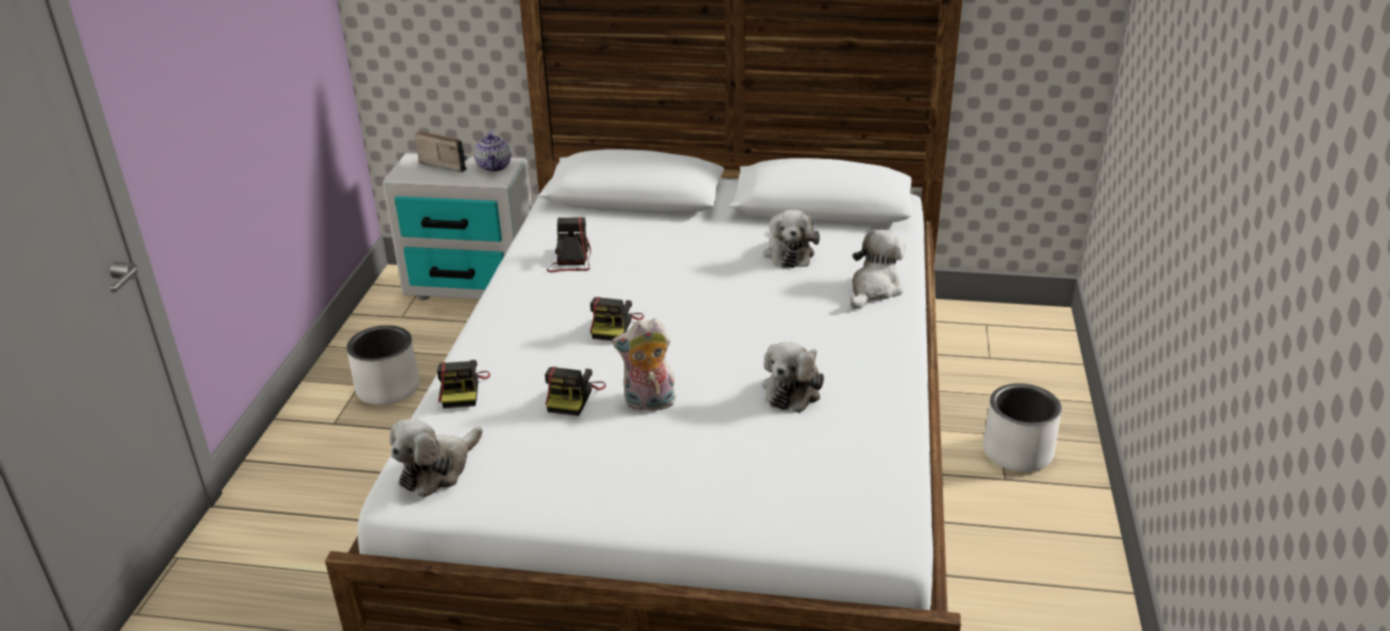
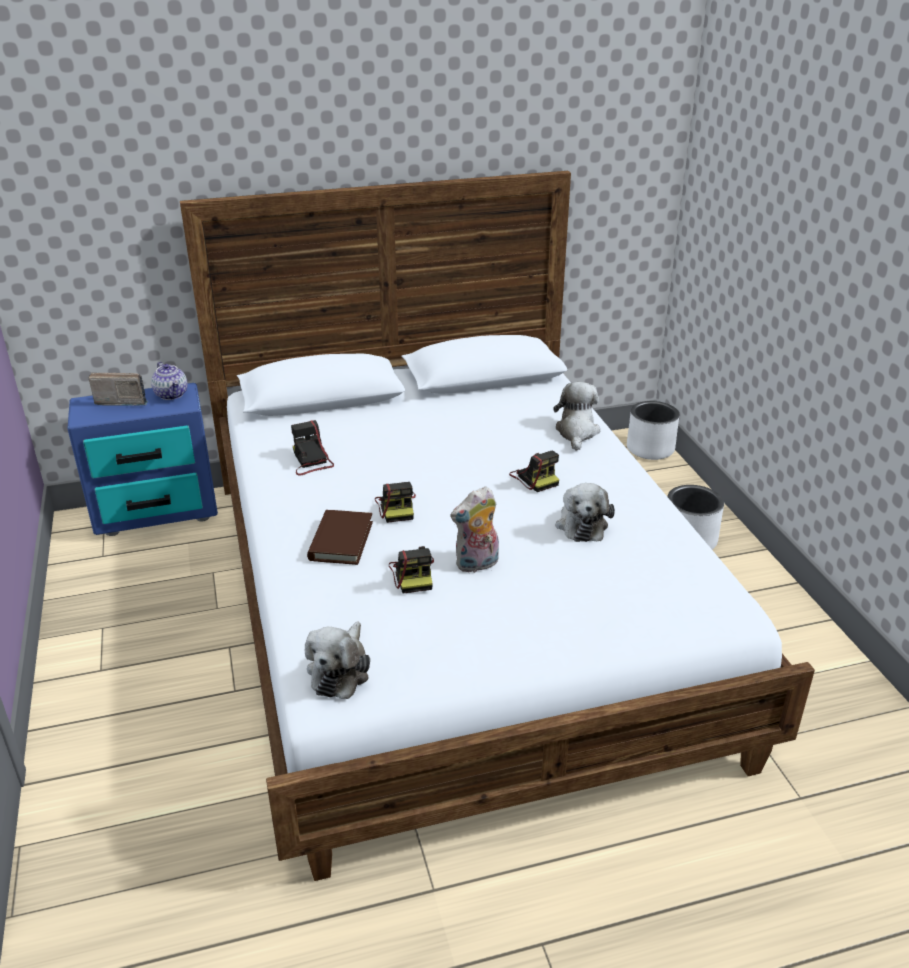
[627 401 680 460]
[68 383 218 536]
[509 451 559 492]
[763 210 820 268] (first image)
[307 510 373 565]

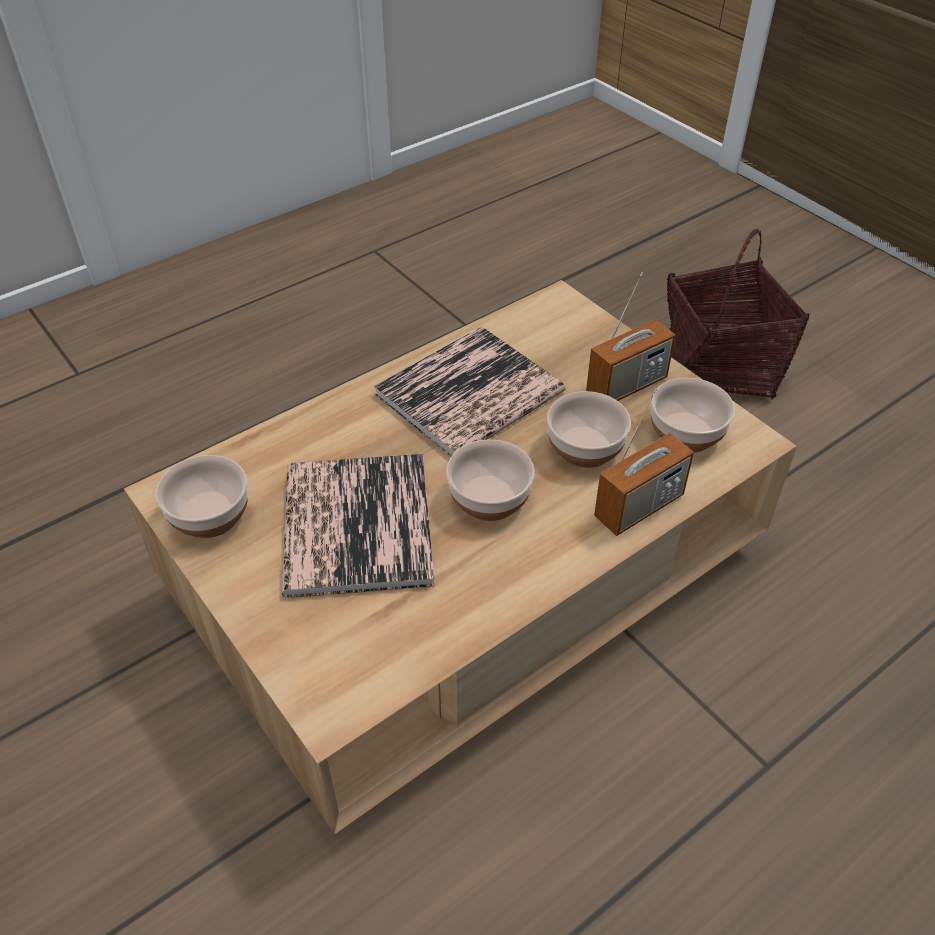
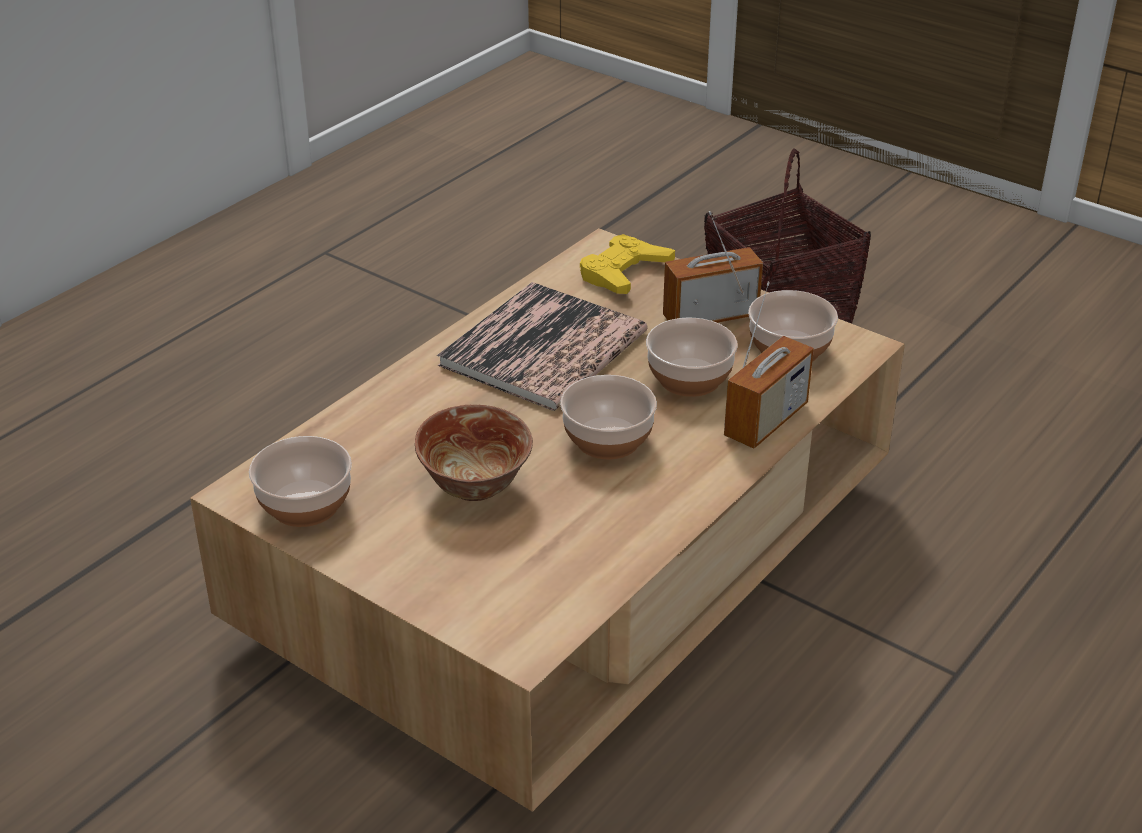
[415 405 533 501]
[663 211 763 323]
[580 234 675 294]

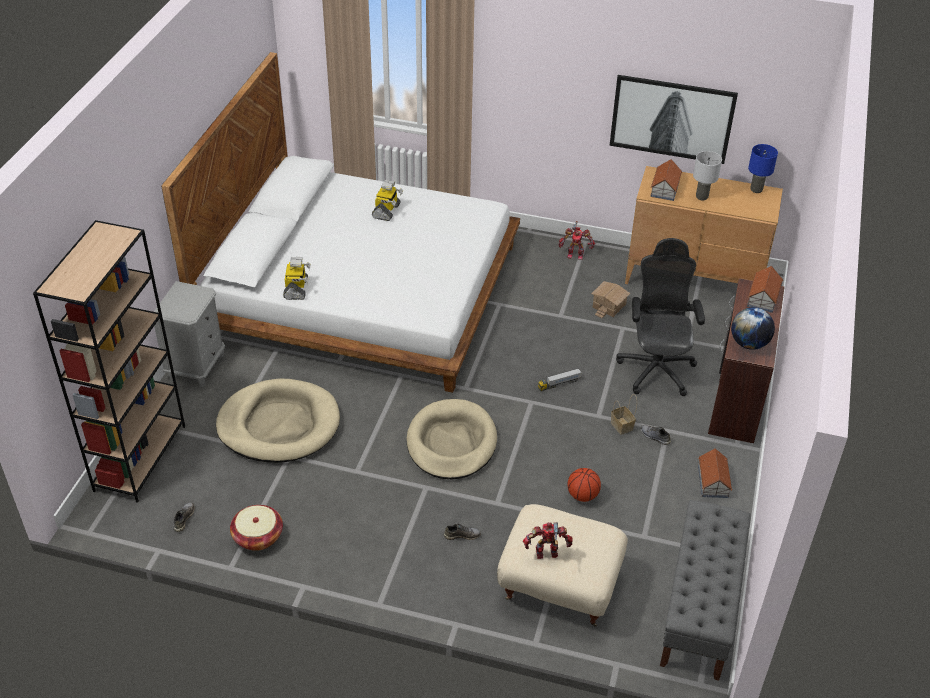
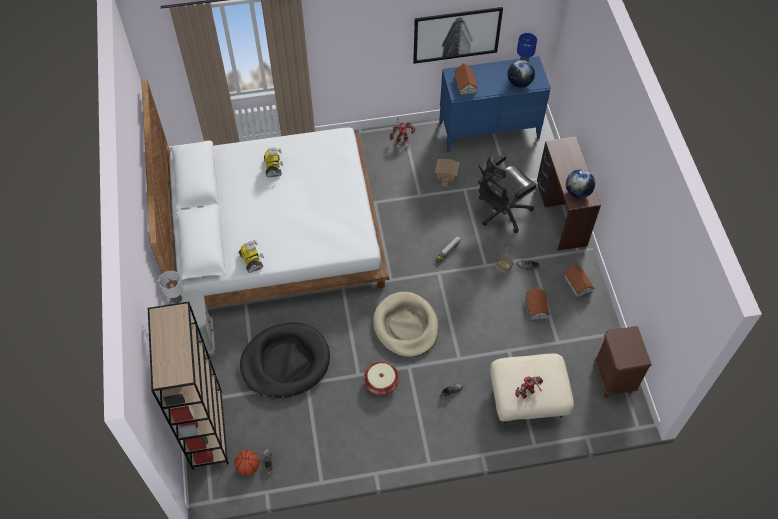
[240 323 330 398]
[364 362 399 395]
[234 450 259 476]
[478 155 537 233]
[439 56 551 152]
[594 326 652 398]
[159 271 184 303]
[525 287 550 321]
[508 60 535 88]

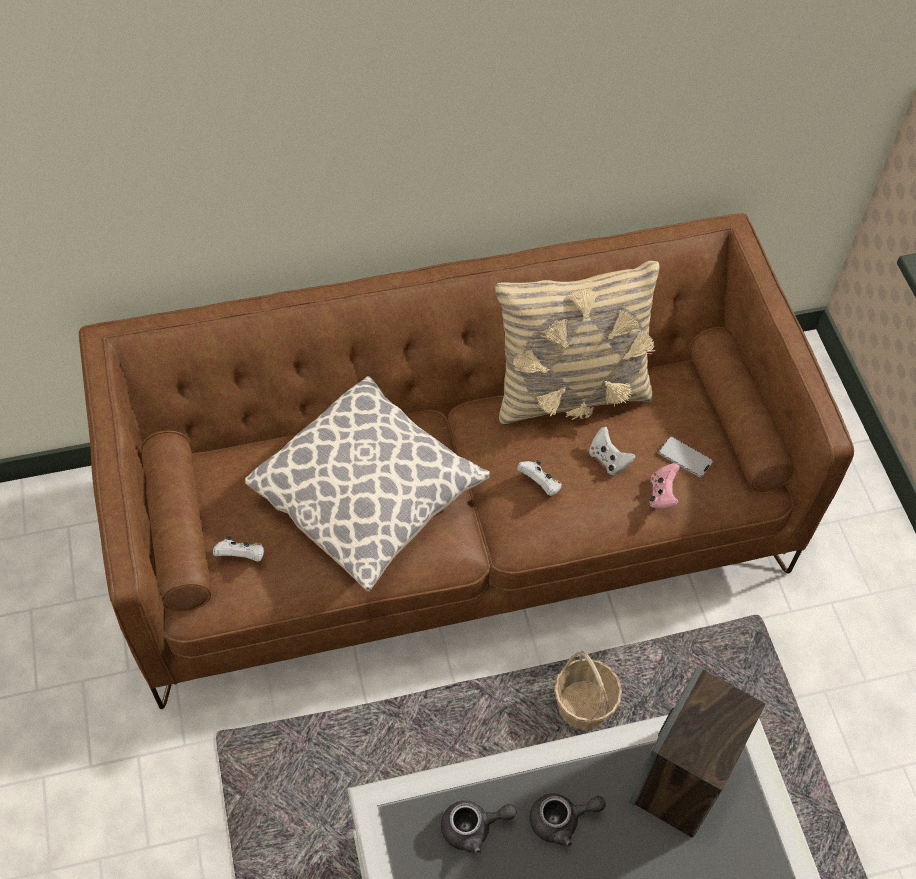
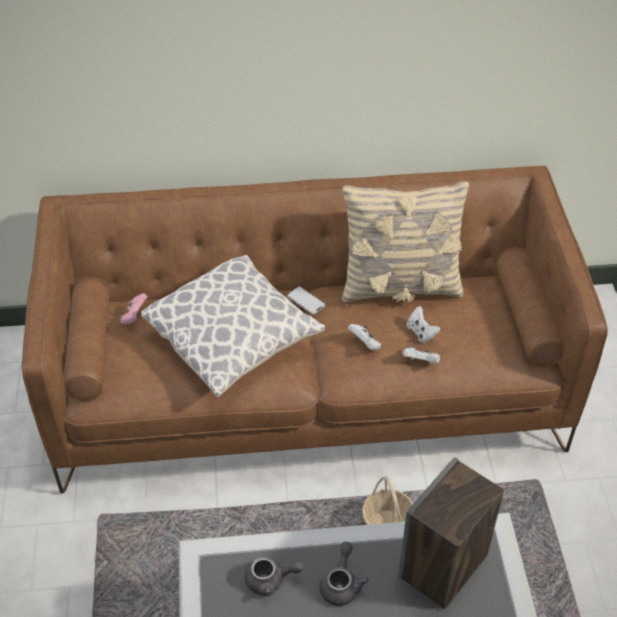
[403 345 440 364]
[319 542 369 606]
[119 293 147 325]
[287 286 325 315]

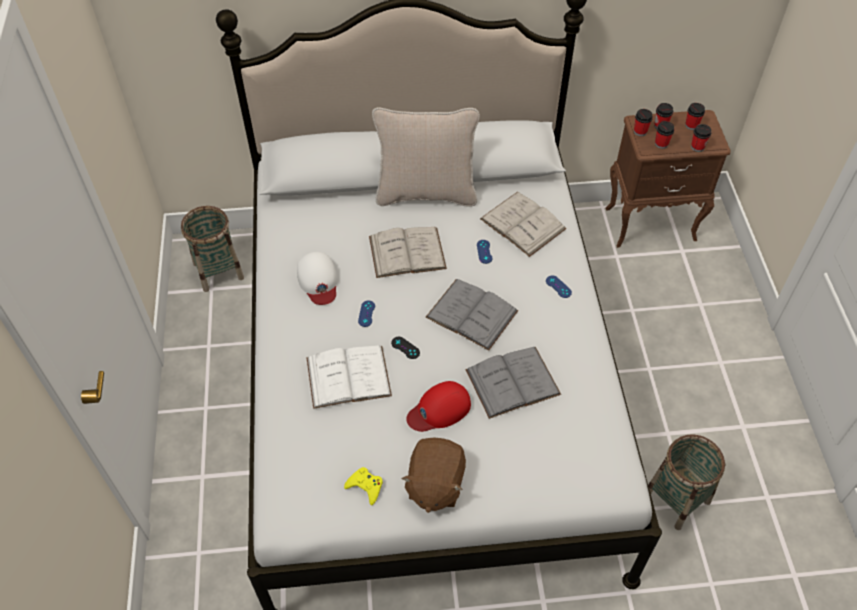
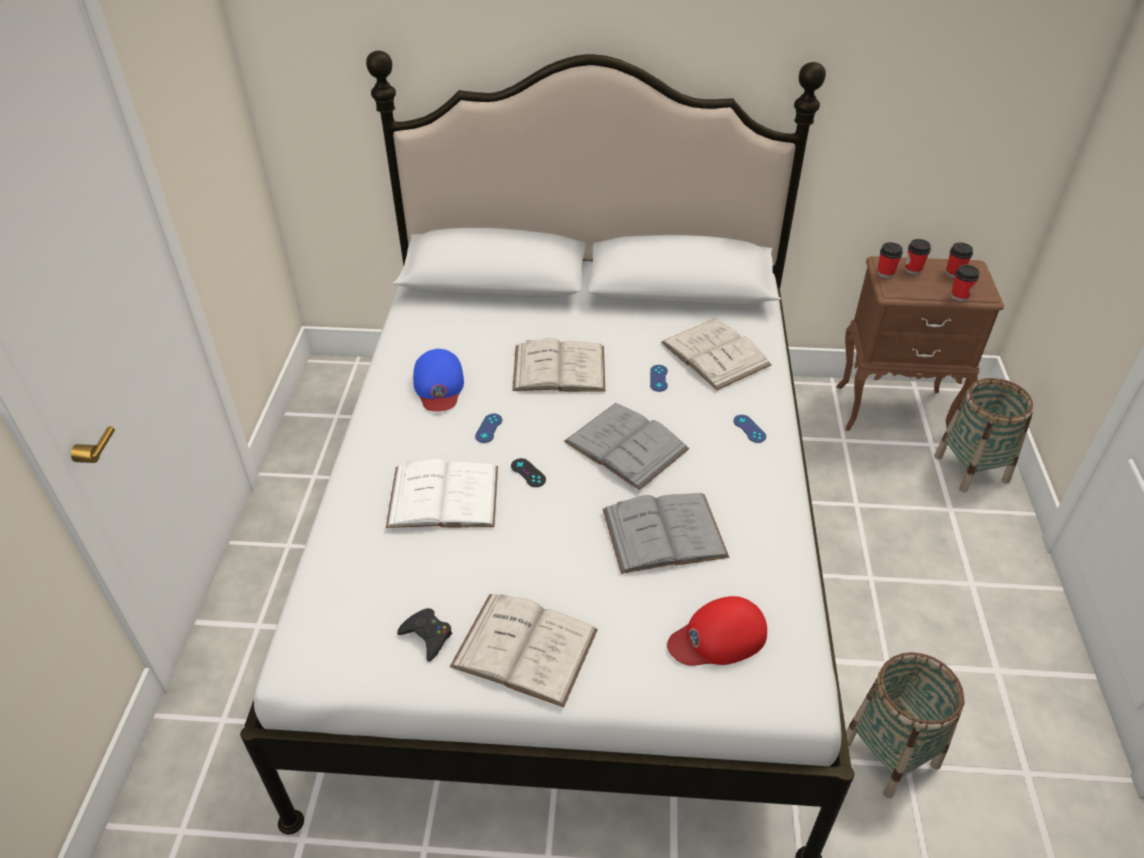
[934 378 1033 492]
[413 349 464 412]
[397 608 452 662]
[372 107 480 207] (first image)
[450 594 598 707]
[667 596 767 666]
[655 121 674 149] (first image)

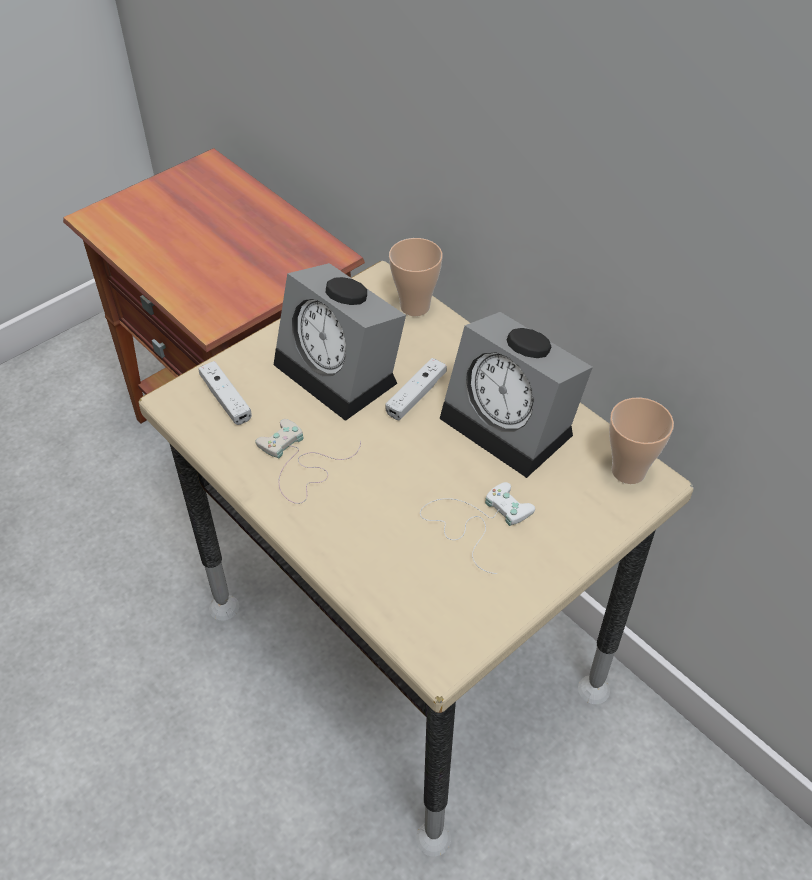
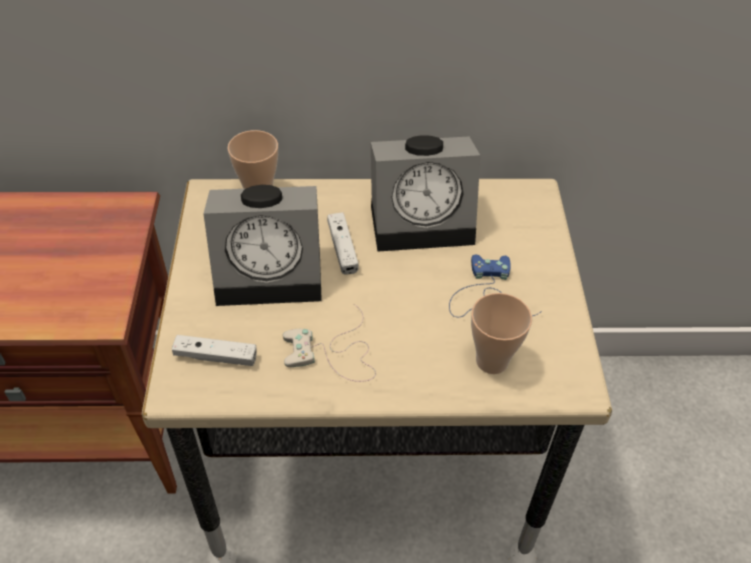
[449 255 542 317]
[471 293 532 374]

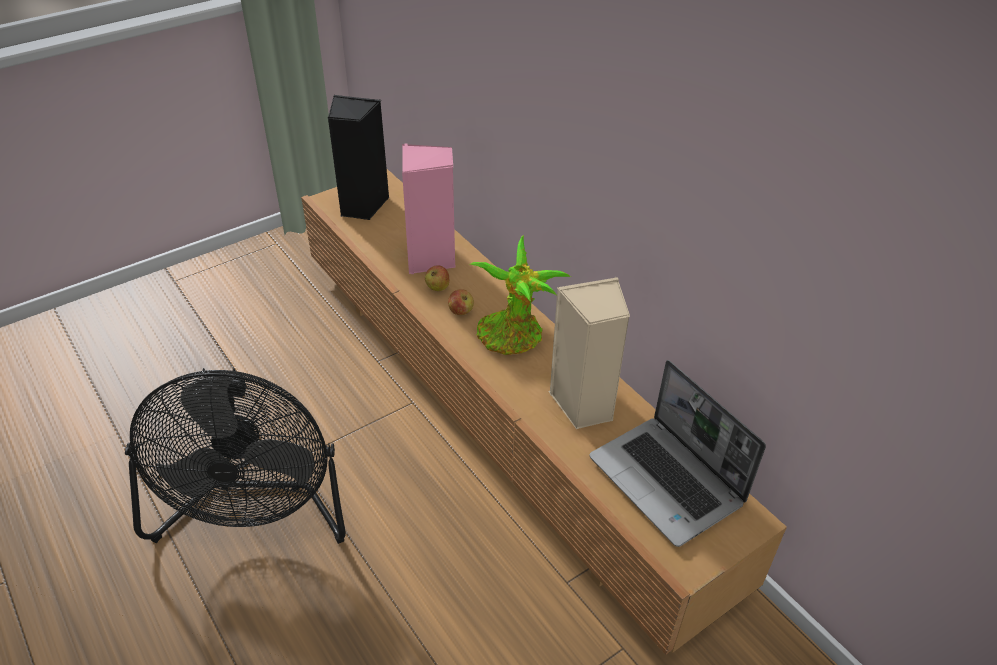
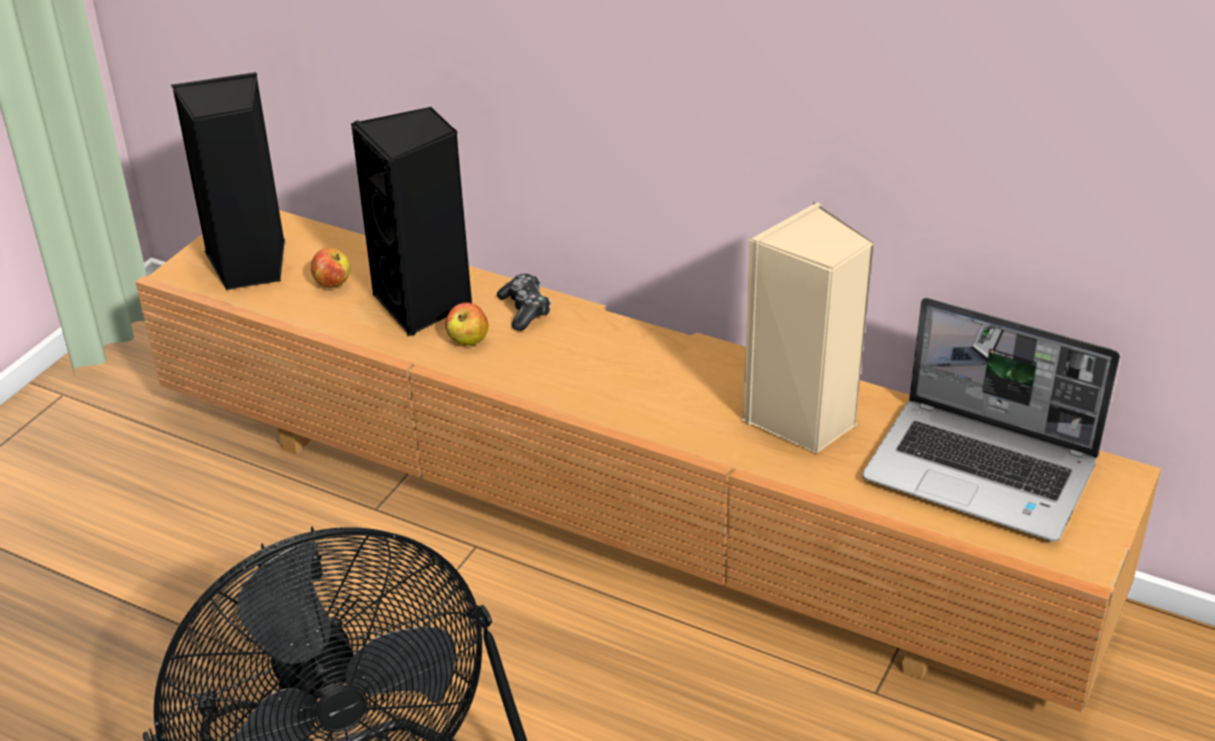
[351 107 472 336]
[311 248 351 288]
[470 235 571 355] (first image)
[497 274 551 331]

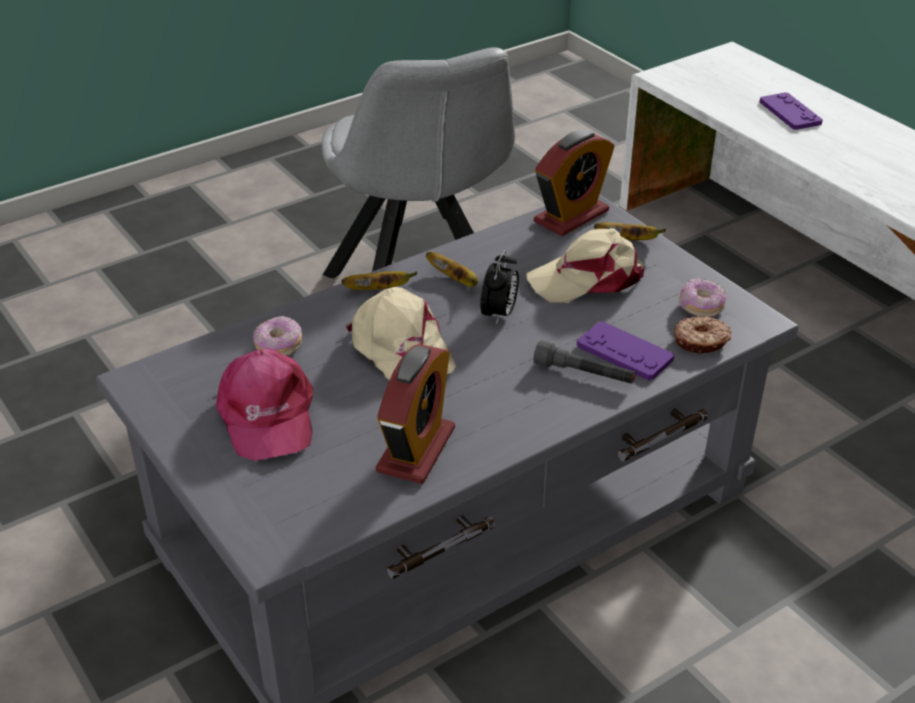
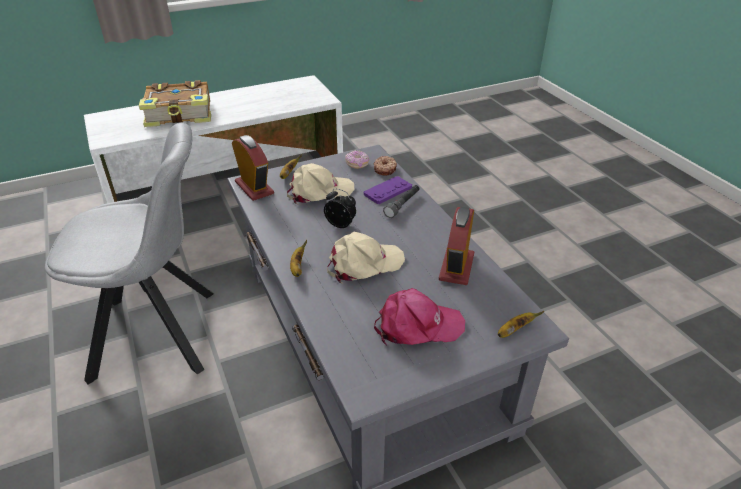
[253 316 302 356] (first image)
[439 207 474 285]
[498 311 544 338]
[287 163 355 205]
[139 80 211 127]

